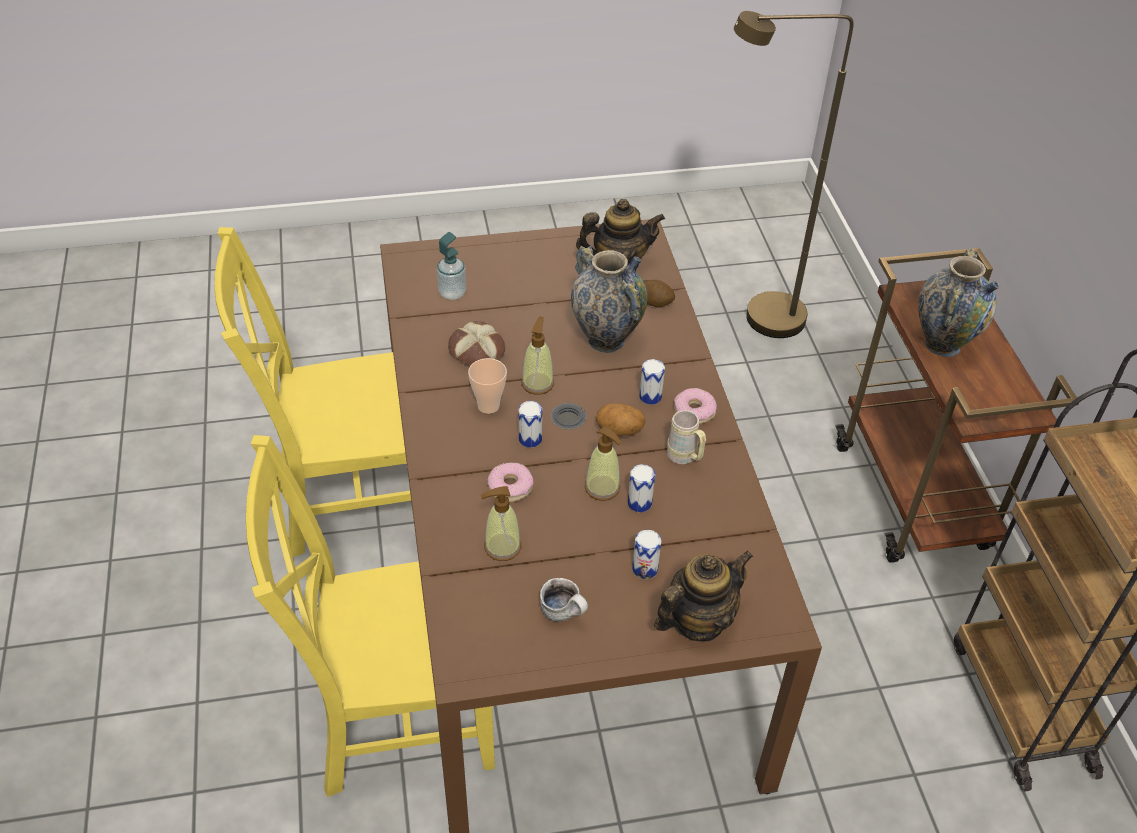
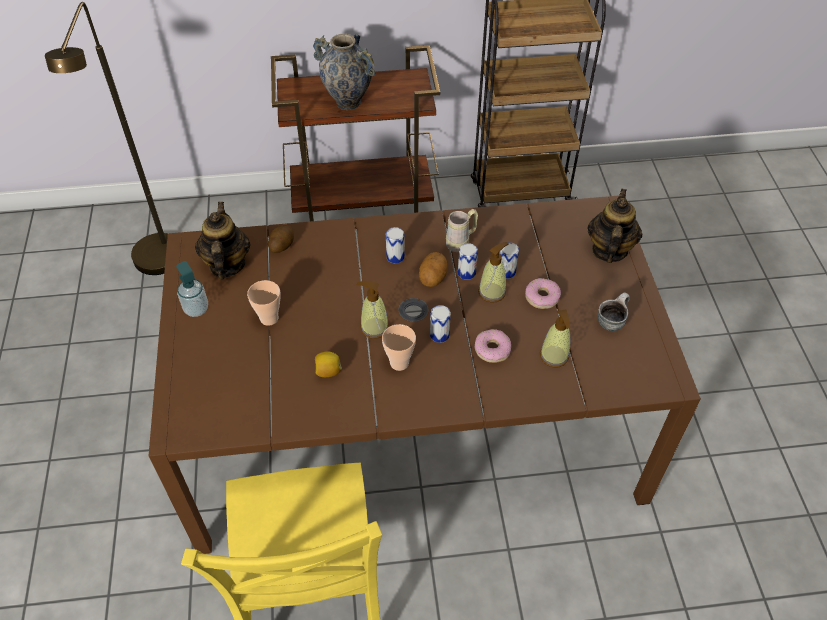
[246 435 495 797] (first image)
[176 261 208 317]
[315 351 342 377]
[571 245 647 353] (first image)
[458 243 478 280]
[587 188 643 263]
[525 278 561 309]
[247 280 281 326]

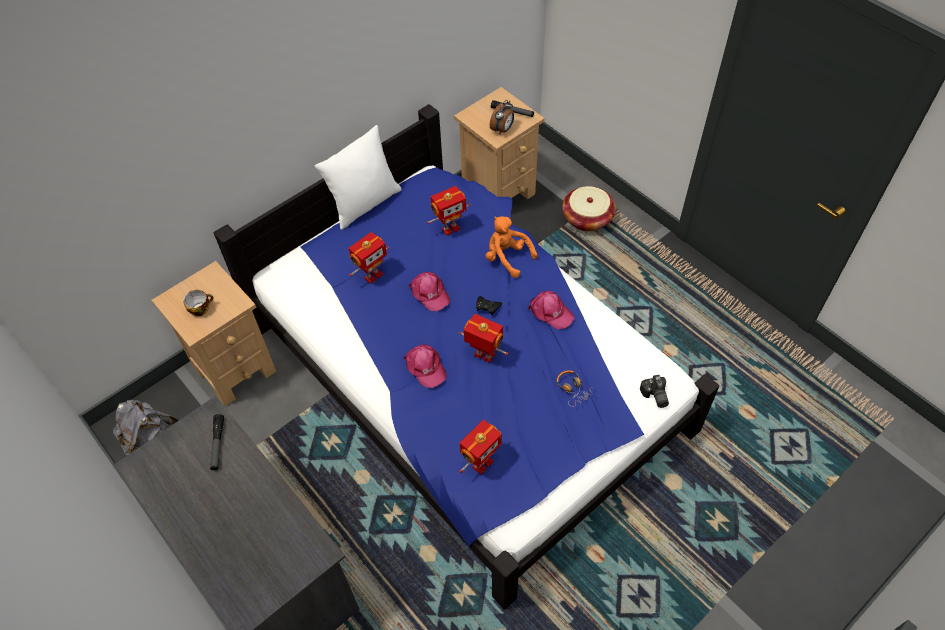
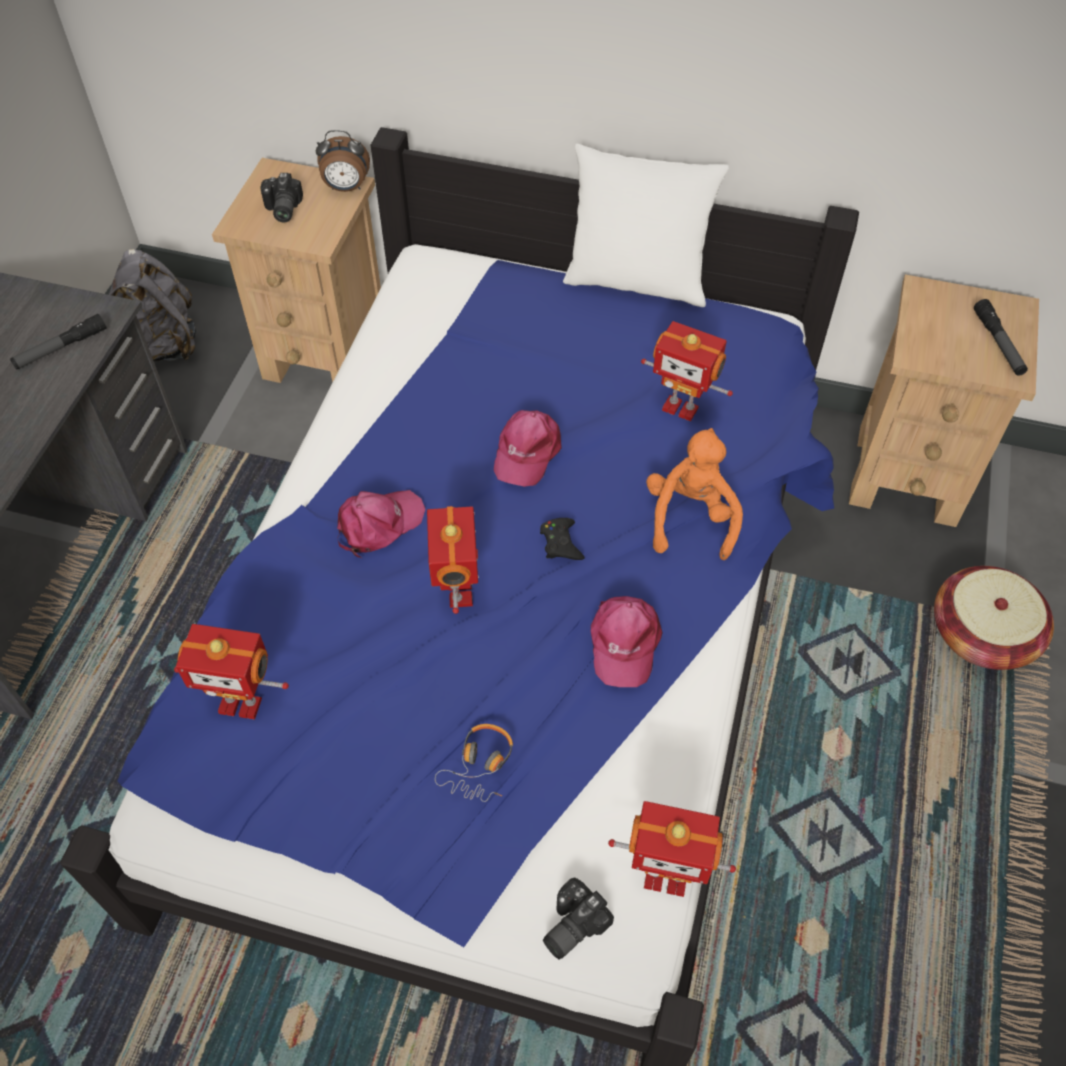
[260 173 303 223]
[608 801 736 897]
[337 490 425 558]
[316 130 370 192]

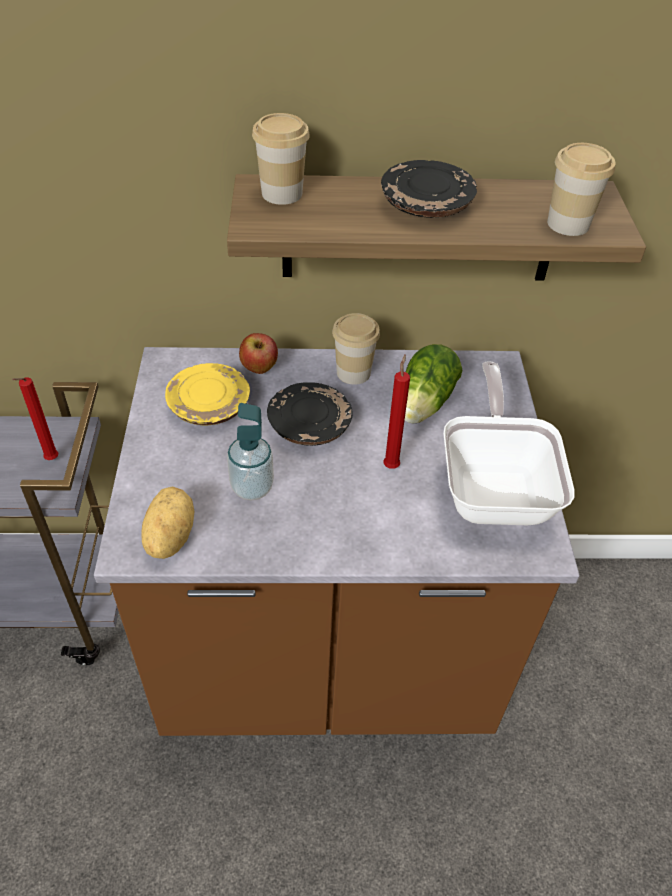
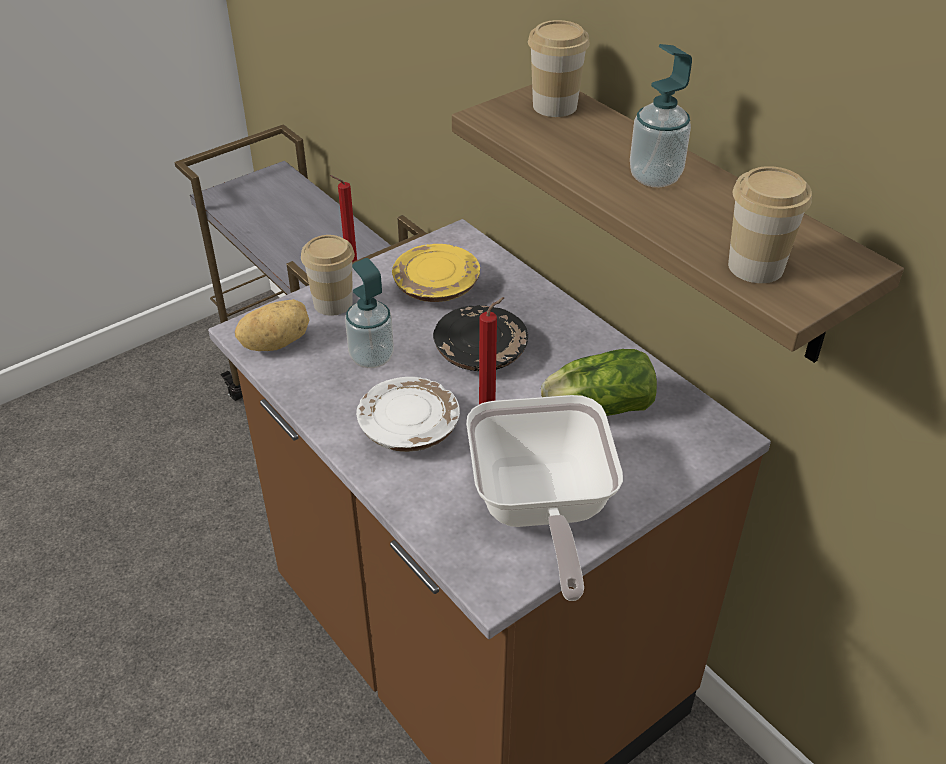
[239 333 278 374] (first image)
[301 235 355 316]
[630 44 692 187]
[466 395 623 601]
[356 377 460 452]

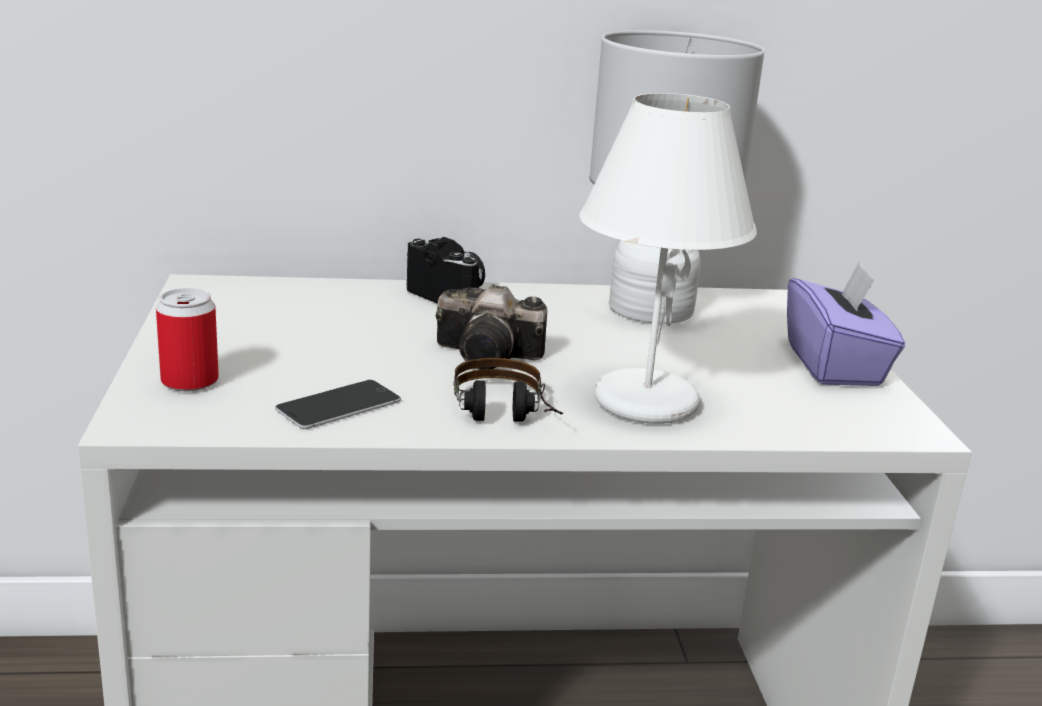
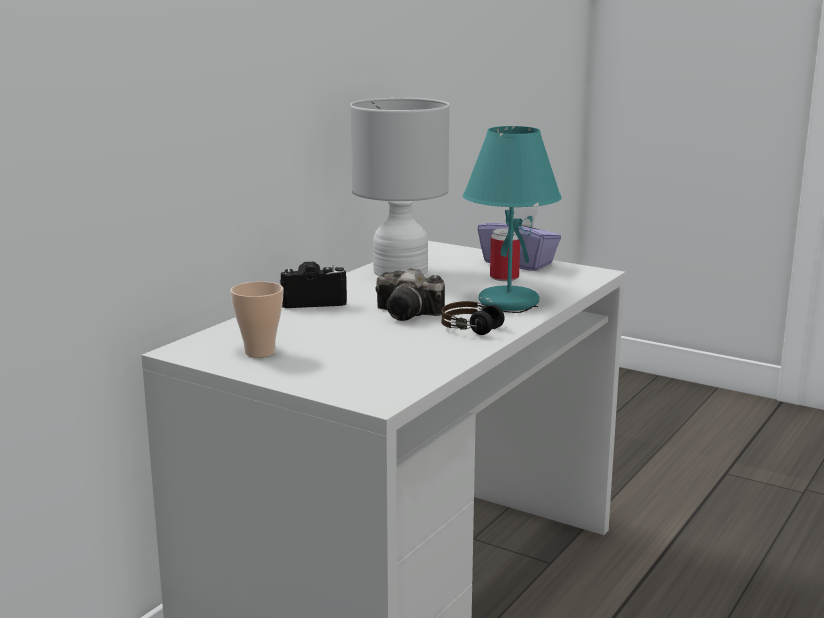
[490 228 520 281]
[275 380 401 429] (first image)
[375 268 445 321]
[463 126 562 311]
[230 281 284 358]

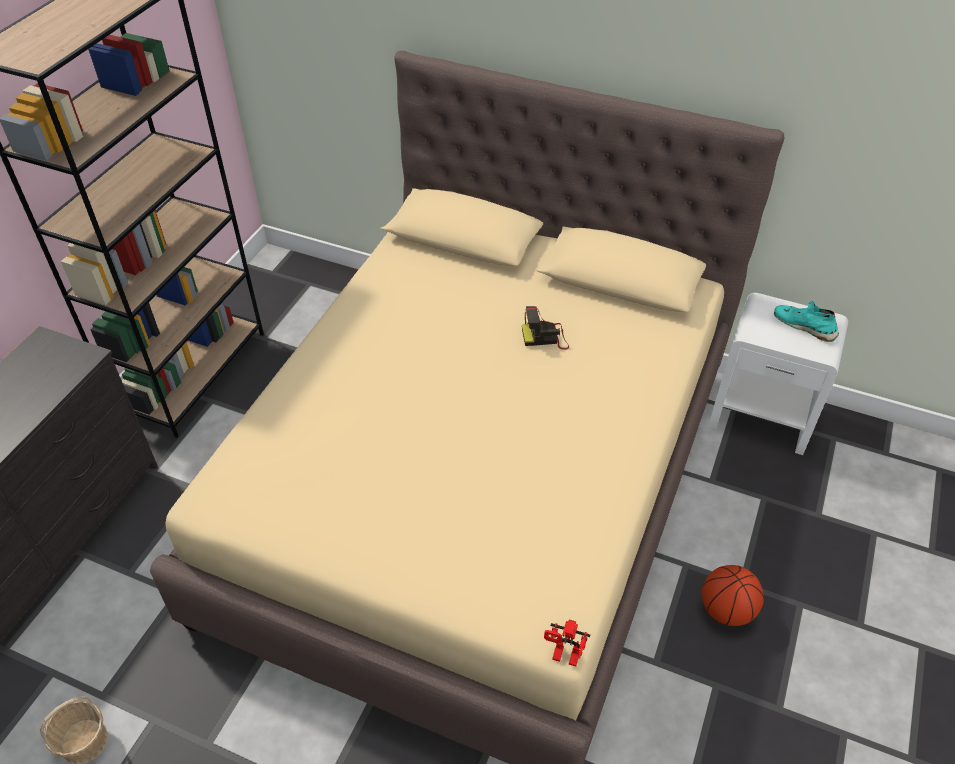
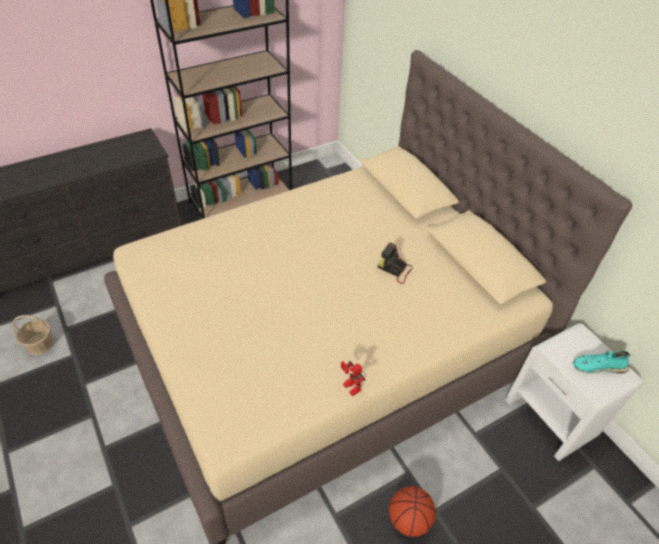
[341 361 366 396]
[573 350 630 373]

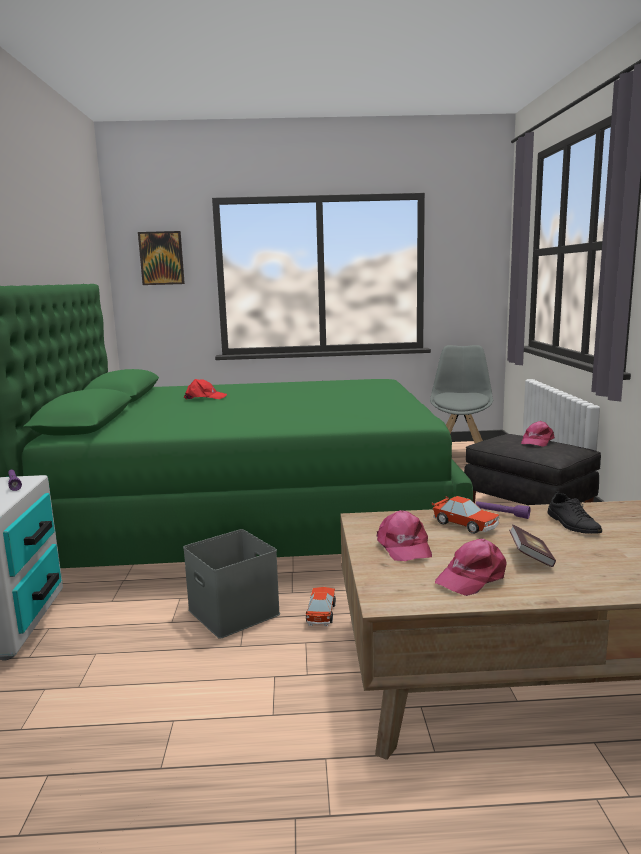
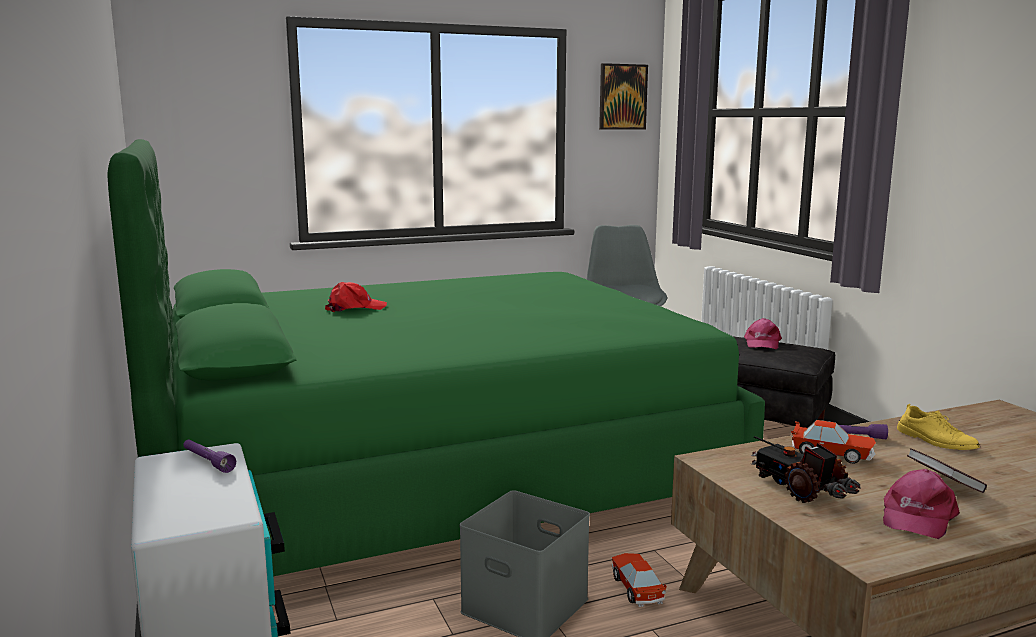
[599 63 648 130]
[751 436 861 503]
[897 404 980 450]

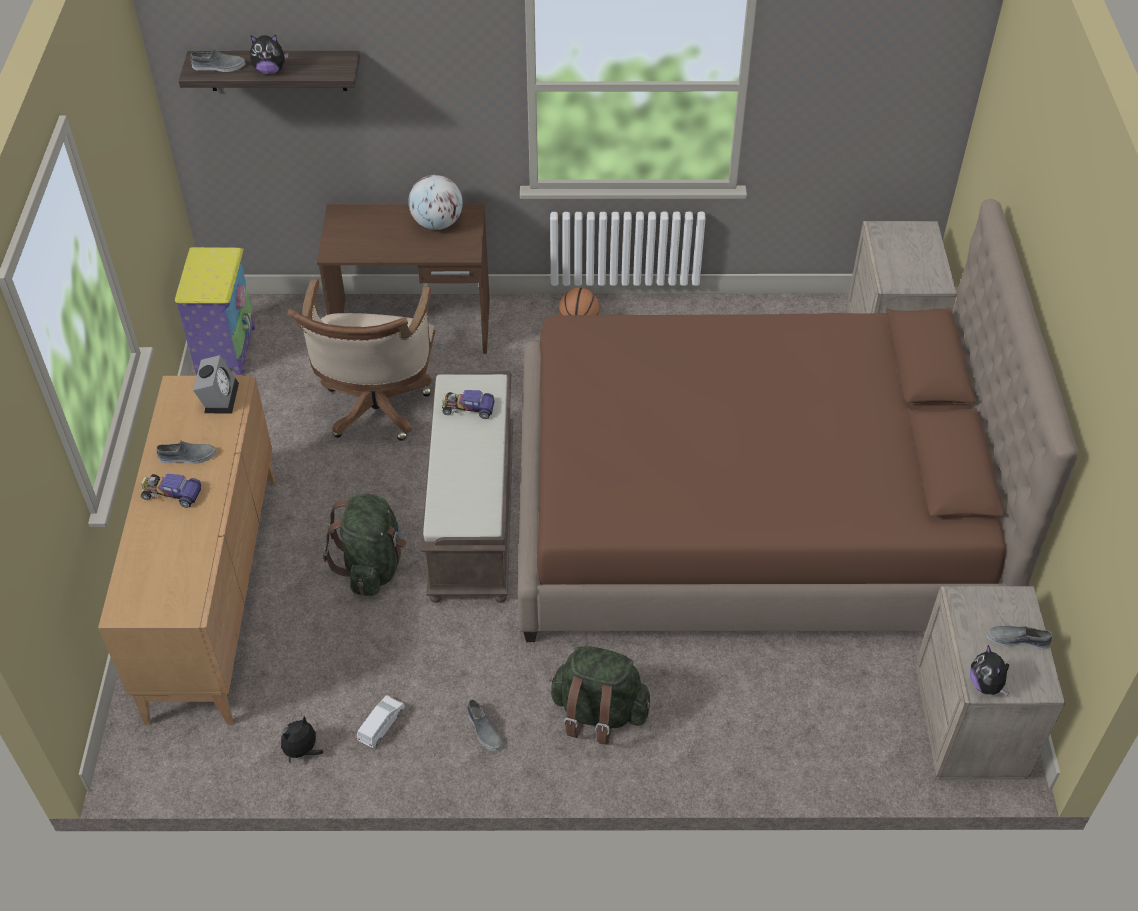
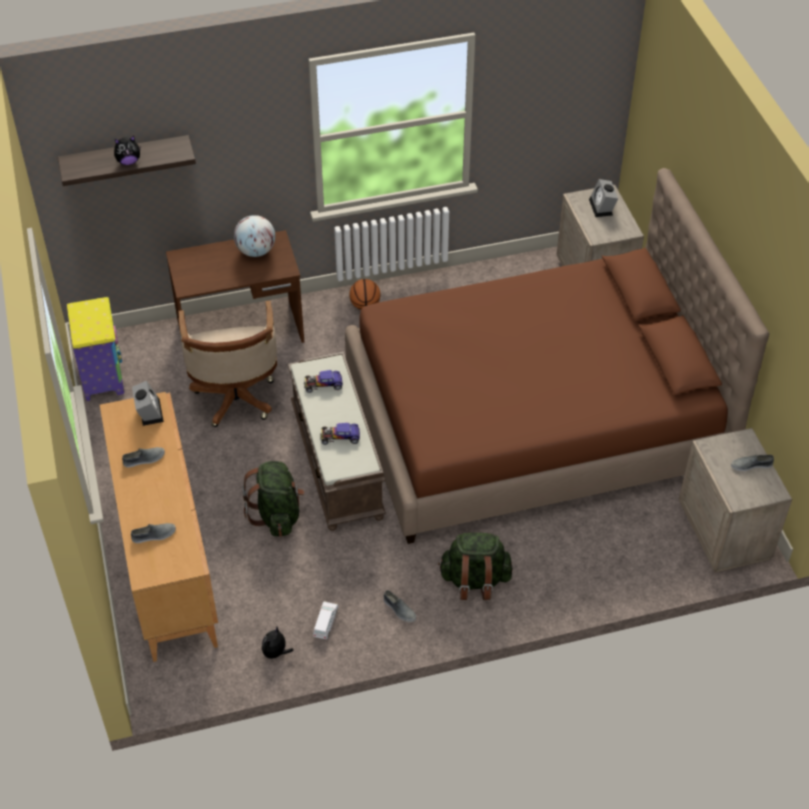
[320 423 360 445]
[131 523 176 543]
[970 645 1009 695] (first image)
[589 179 618 217]

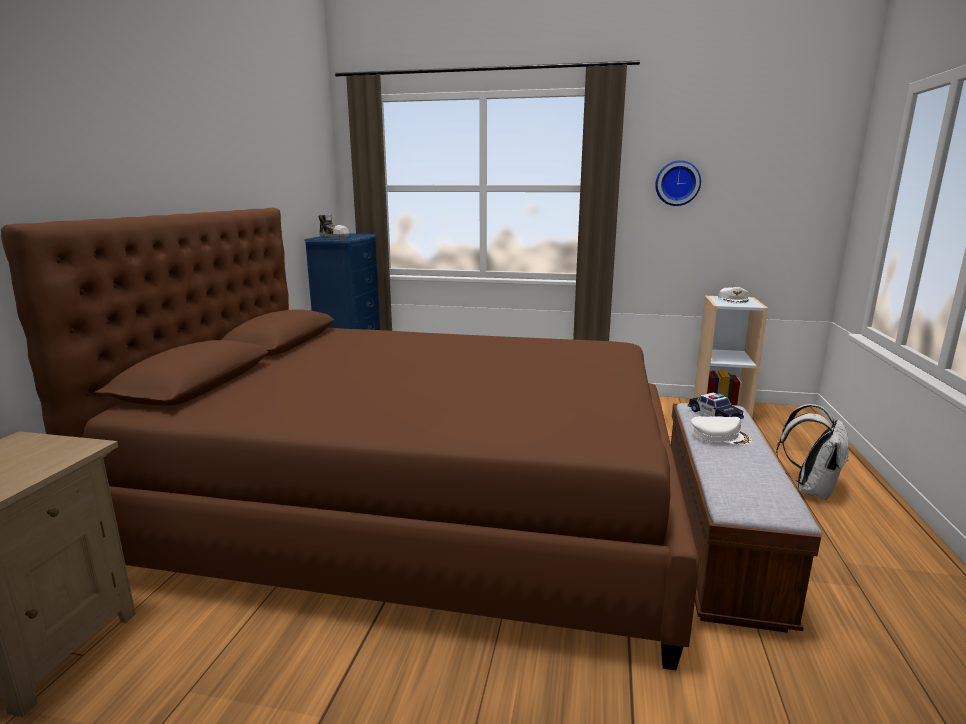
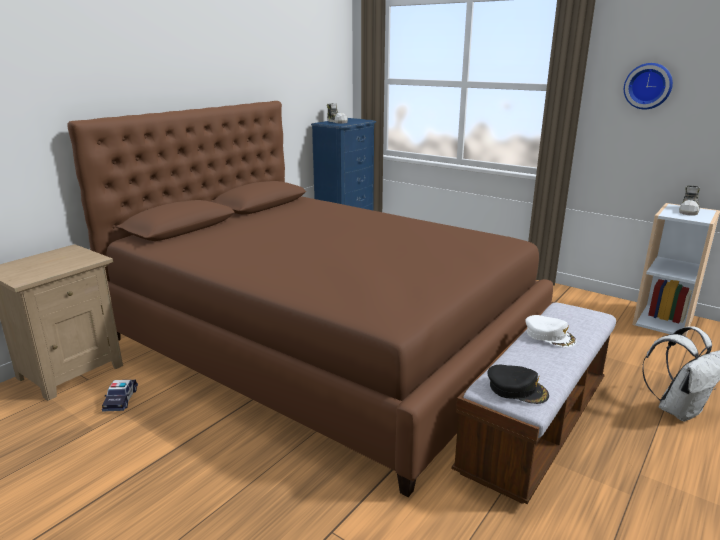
[102 380 138 412]
[679 185 700 216]
[487 365 549 404]

